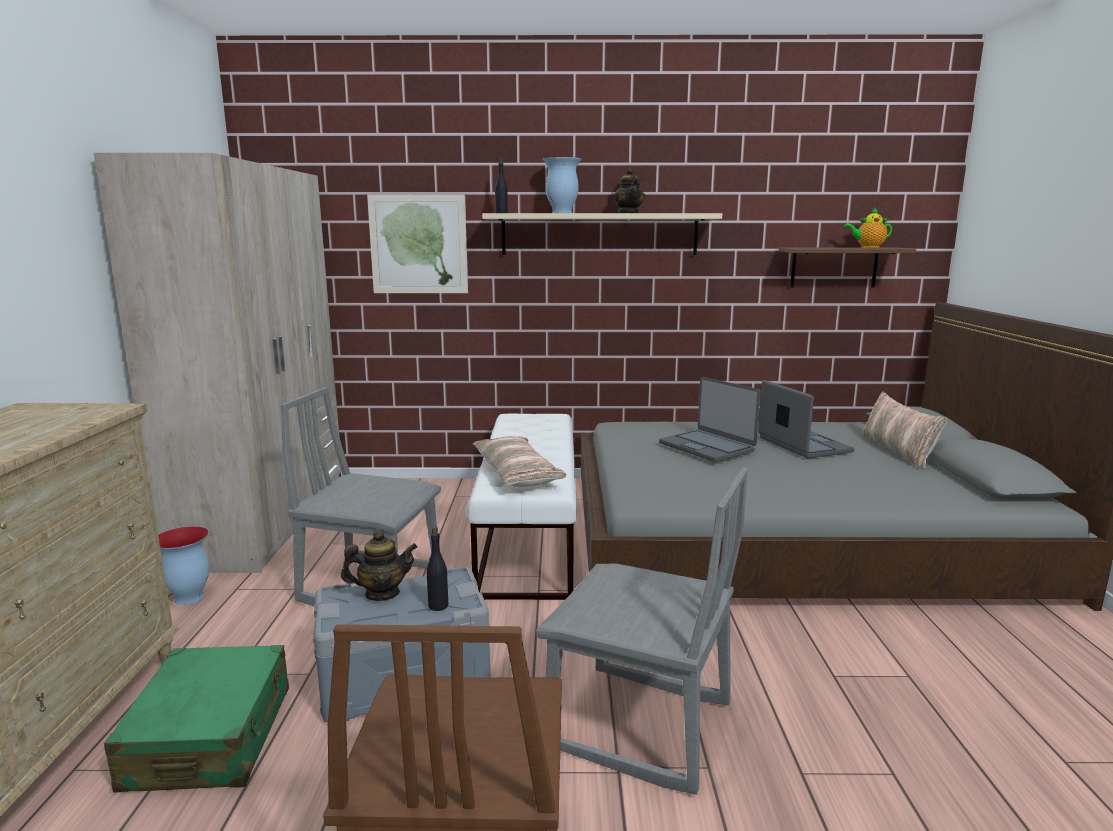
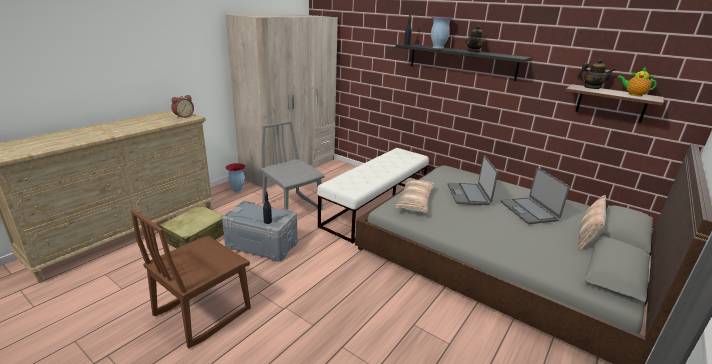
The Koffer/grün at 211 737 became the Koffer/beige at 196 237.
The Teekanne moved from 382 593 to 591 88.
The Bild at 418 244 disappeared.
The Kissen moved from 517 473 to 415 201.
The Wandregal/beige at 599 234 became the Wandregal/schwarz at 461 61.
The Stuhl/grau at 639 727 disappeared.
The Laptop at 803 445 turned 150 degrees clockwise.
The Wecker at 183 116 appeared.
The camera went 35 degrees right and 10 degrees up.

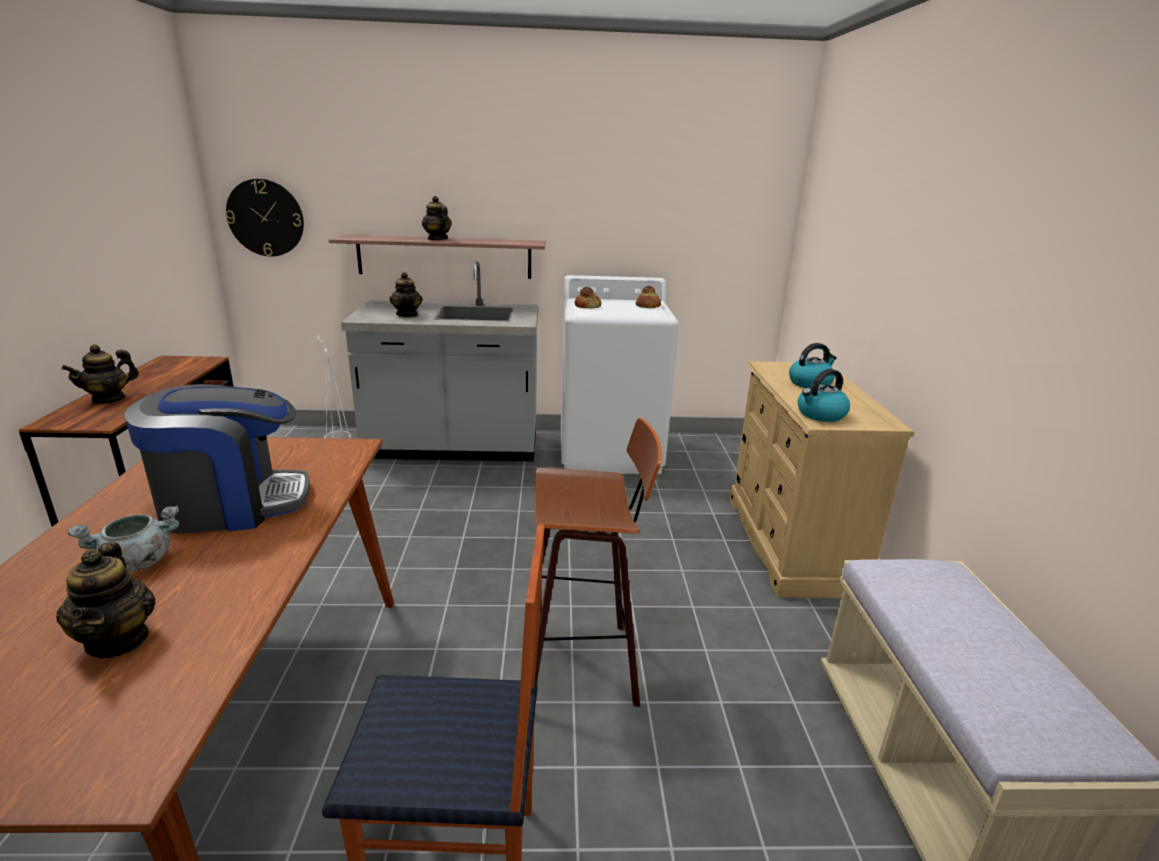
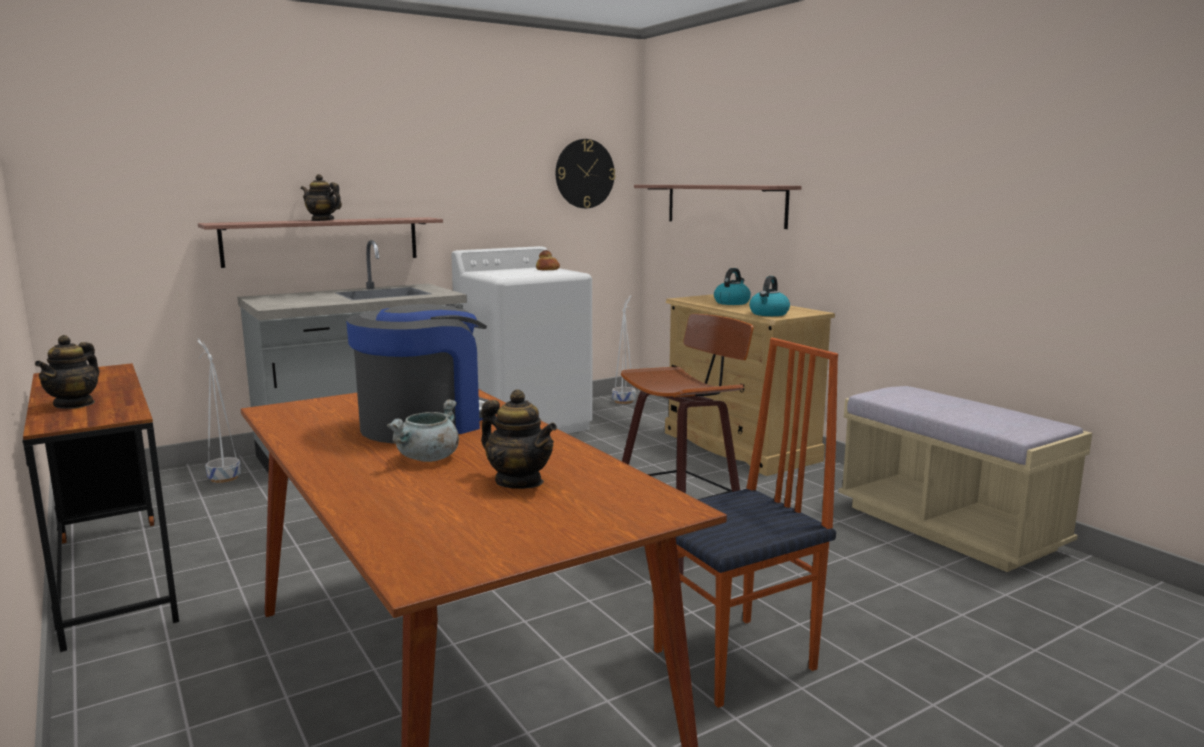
The Wanduhr moved from 265 218 to 584 173.
The Teekanne at 407 315 disappeared.
The Brot at 587 306 disappeared.
The Pflanzkübel/weiß at 624 401 appeared.
The Wandregal at 724 205 appeared.
The camera went 30 degrees left and 10 degrees down.

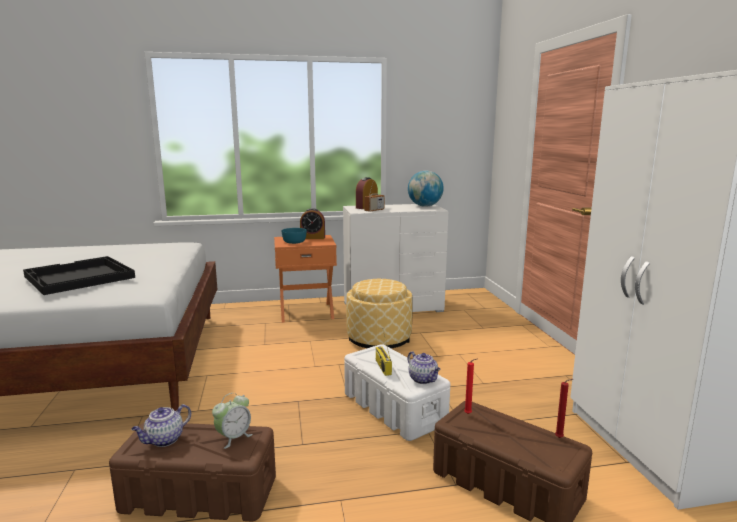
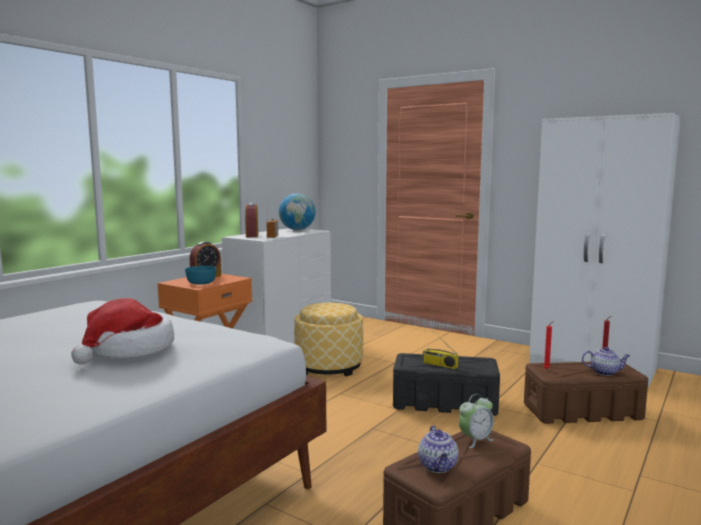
The Tablett/schwarz at 79 277 was replaced by the Hut at 129 350.
The Wecker at 234 437 turned 60 degrees clockwise.
The Aufbewahrungsbox/weiß at 394 408 became the Aufbewahrungsbox/schwarz at 445 403.
The Teekanne moved from 423 379 to 605 372.
The camera went 45 degrees left and 5 degrees down.

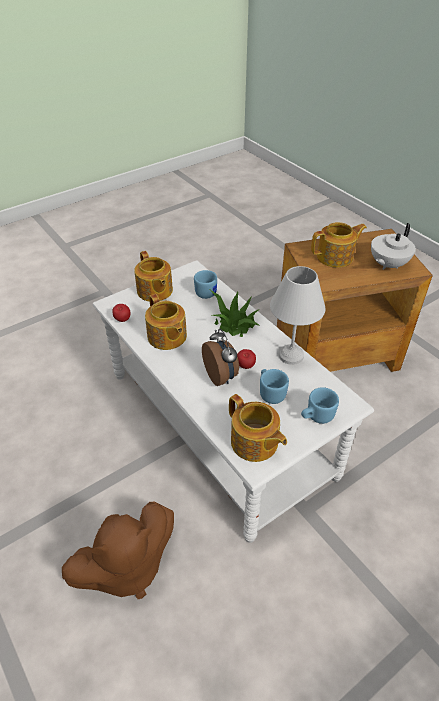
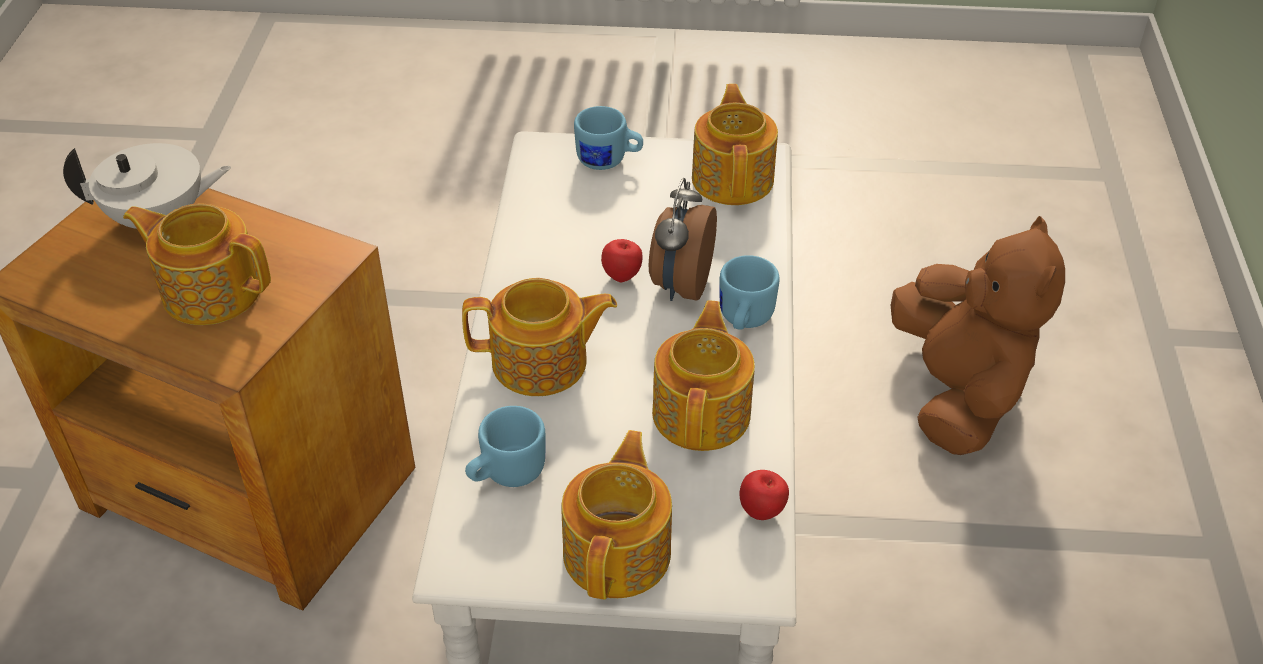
The Plüschtier/braun at 126 568 turned 75 degrees clockwise.
The Topfpflanze at 234 323 was replaced by the Teekanne at 542 363.
The Henkelbecher/blau moved from 271 393 to 743 320.
The Tischlampe/weiß at 289 355 disappeared.
The camera went 140 degrees left and 0 degrees up.

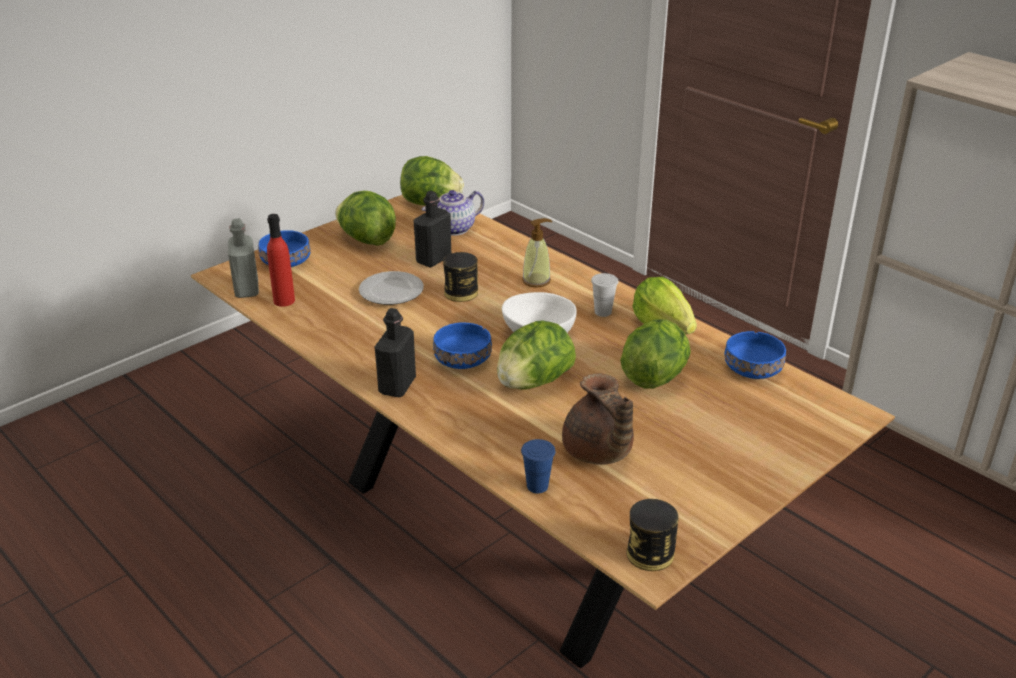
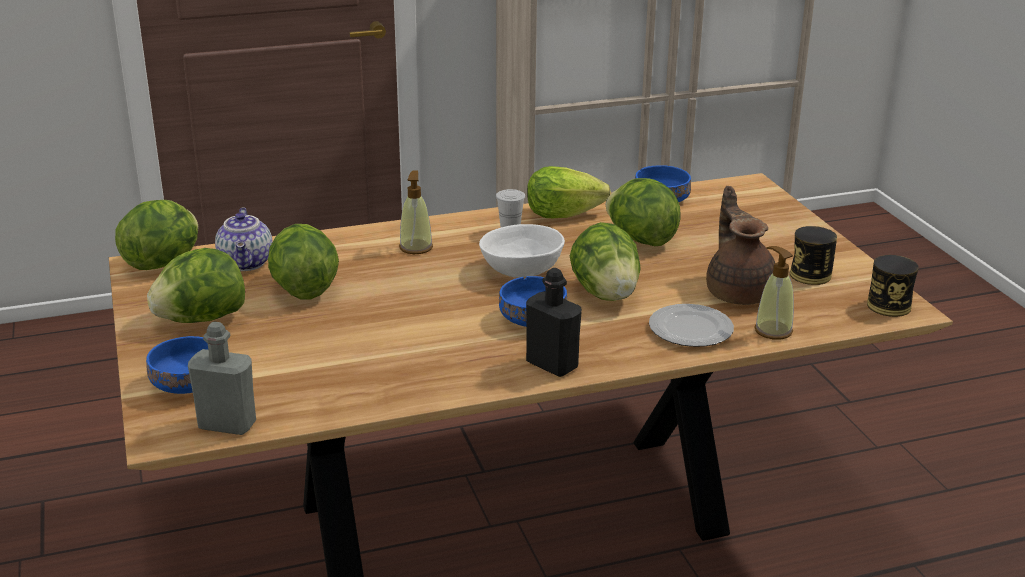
The Flasche/rot at 284 301 disappeared.
The Teller moved from 392 291 to 690 329.
The Flasche/schwarz at 433 259 was replaced by the Salatkopf at 303 289.
The Dose moved from 461 293 to 810 275.
The Tasse/blau at 537 486 was replaced by the Seifenspender at 773 330.
The Teekanne/braun at 598 452 turned 105 degrees counterclockwise.
The camera went 65 degrees left and 5 degrees down.

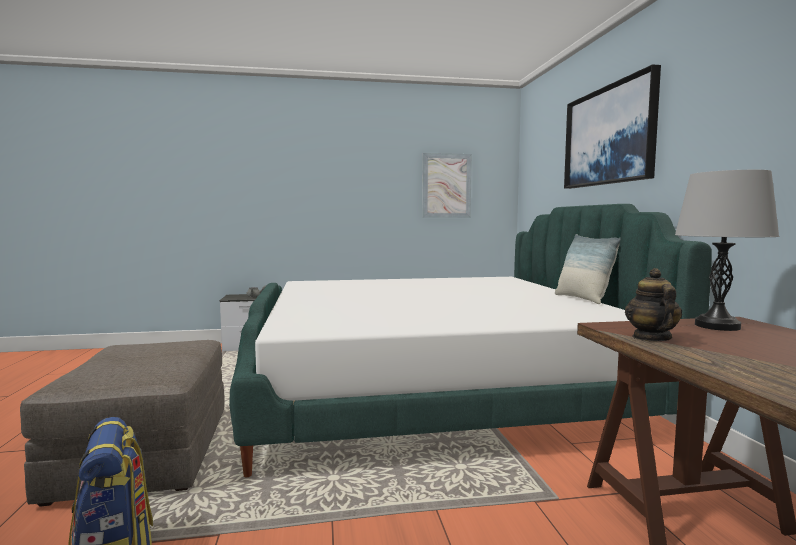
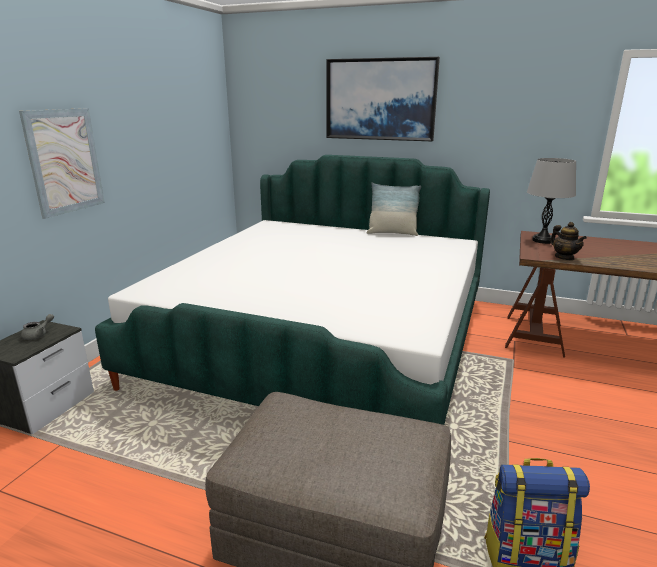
The Bild moved from 446 186 to 65 161.
The Teekanne at 651 338 turned 150 degrees counterclockwise.
The camera went 60 degrees left and 15 degrees up.

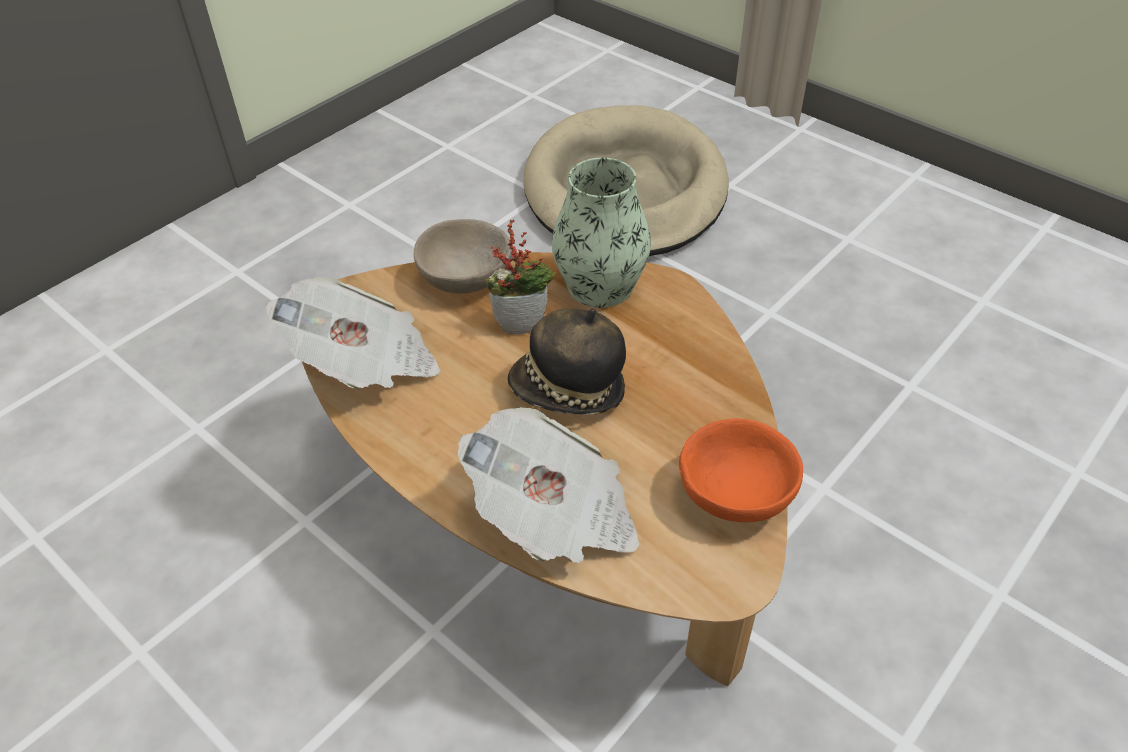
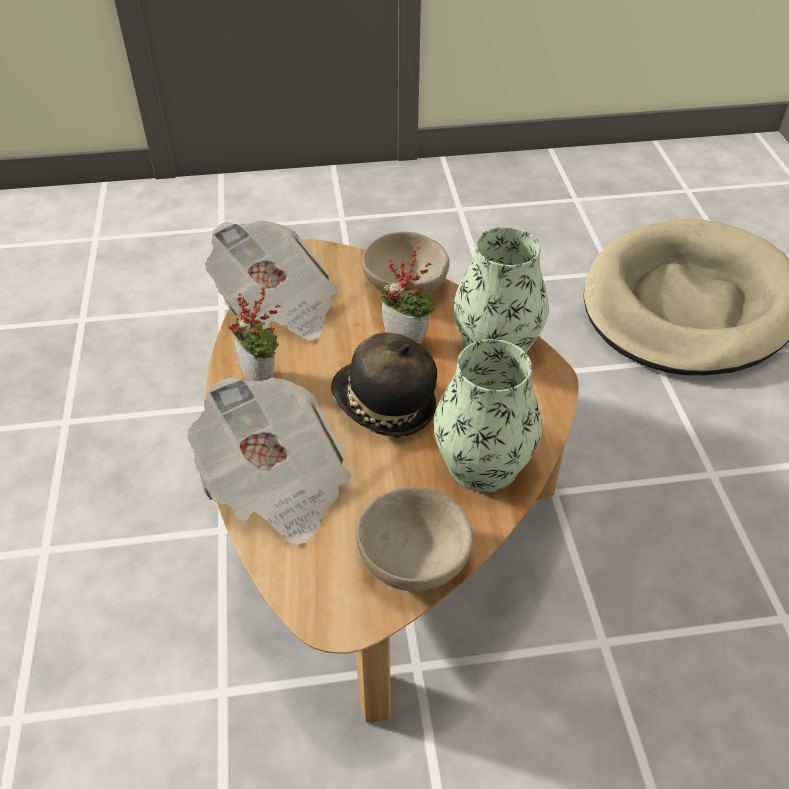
The Schüssel/orange at 736 494 became the Schüssel/beige at 414 560.
The Topfpflanze at 263 378 appeared.
The Vase at 482 464 appeared.
The camera went 40 degrees right and 0 degrees up.

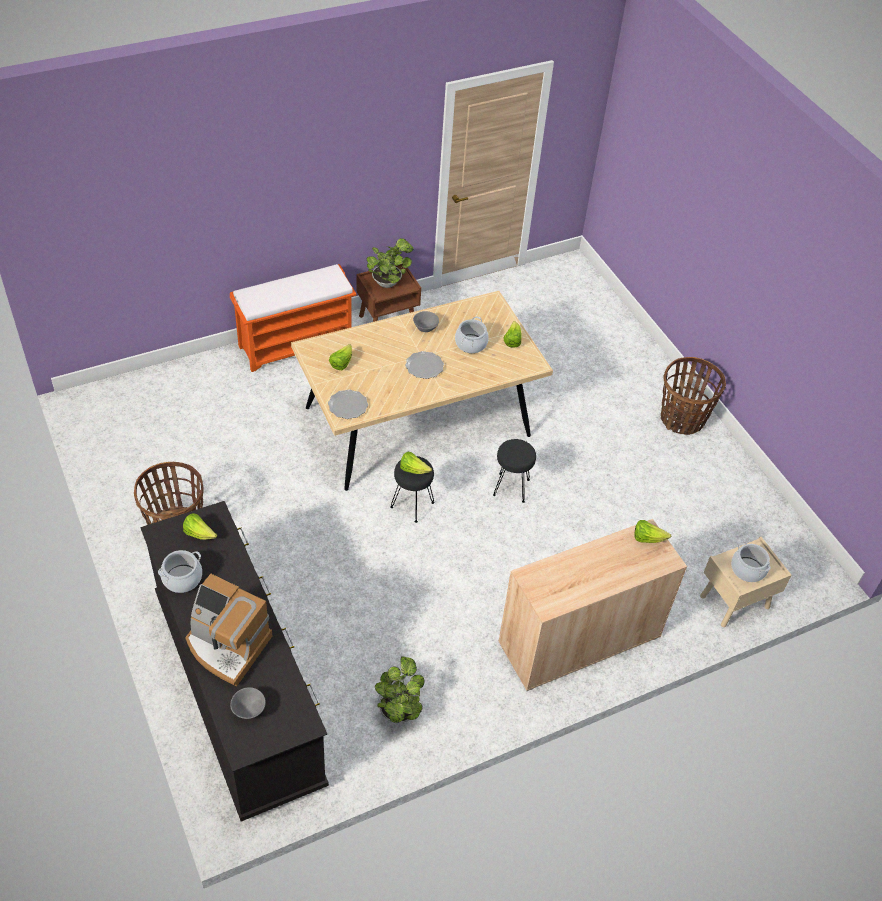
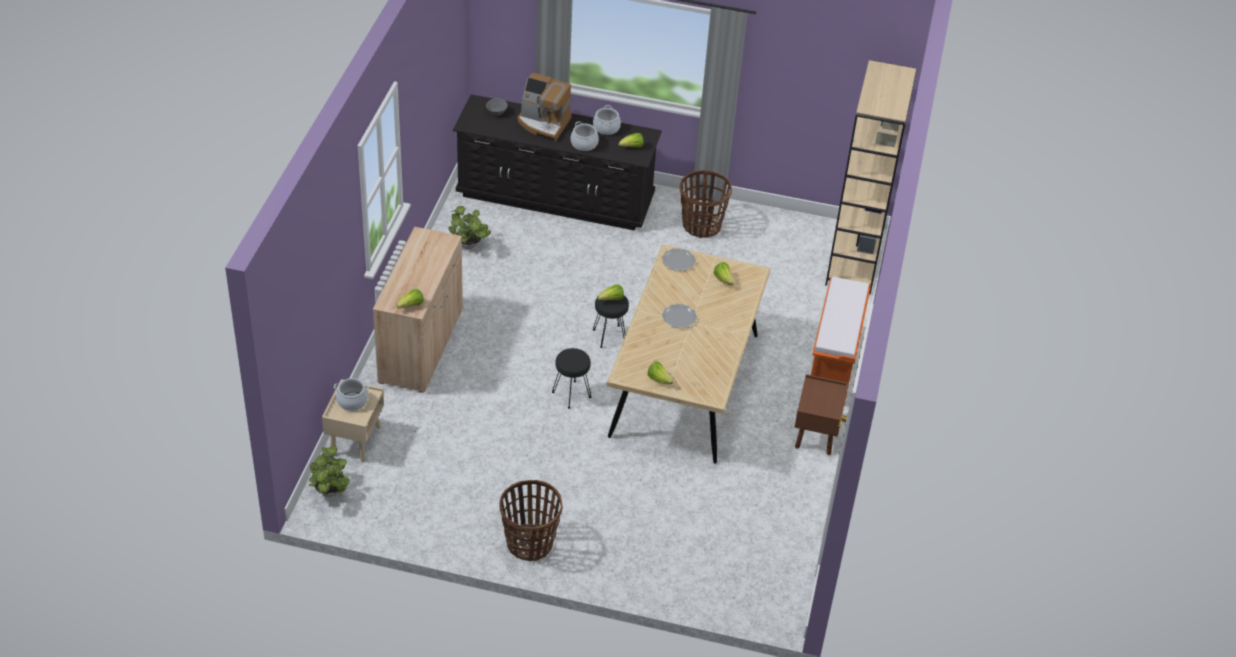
The Kaffeemaschine at 227 646 turned 135 degrees counterclockwise.
The Topfpflanze moved from 388 282 to 330 492.
The Schüssel/grau at 425 329 disappeared.
The Kochtopf moved from 470 344 to 584 144.
The Bücherregal/beige at 854 261 appeared.
The camera went 130 degrees right and 5 degrees down.

